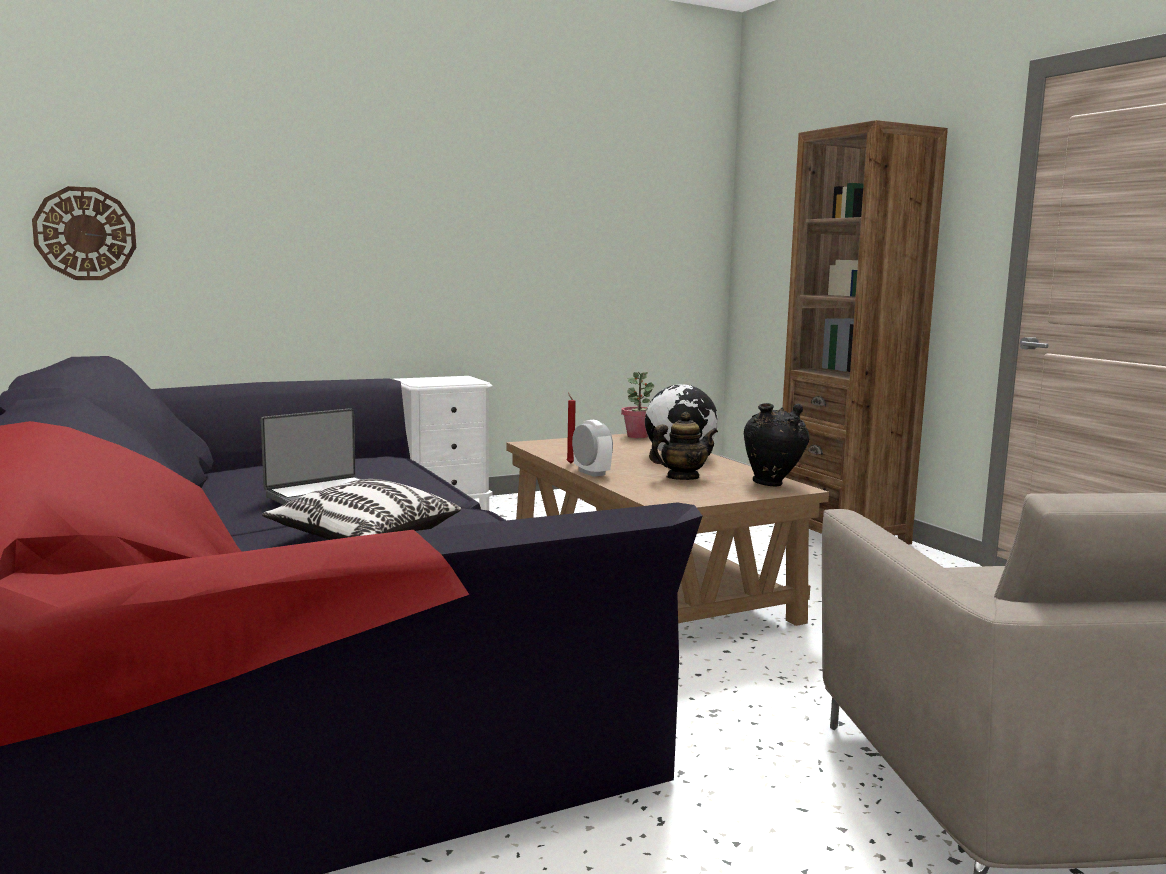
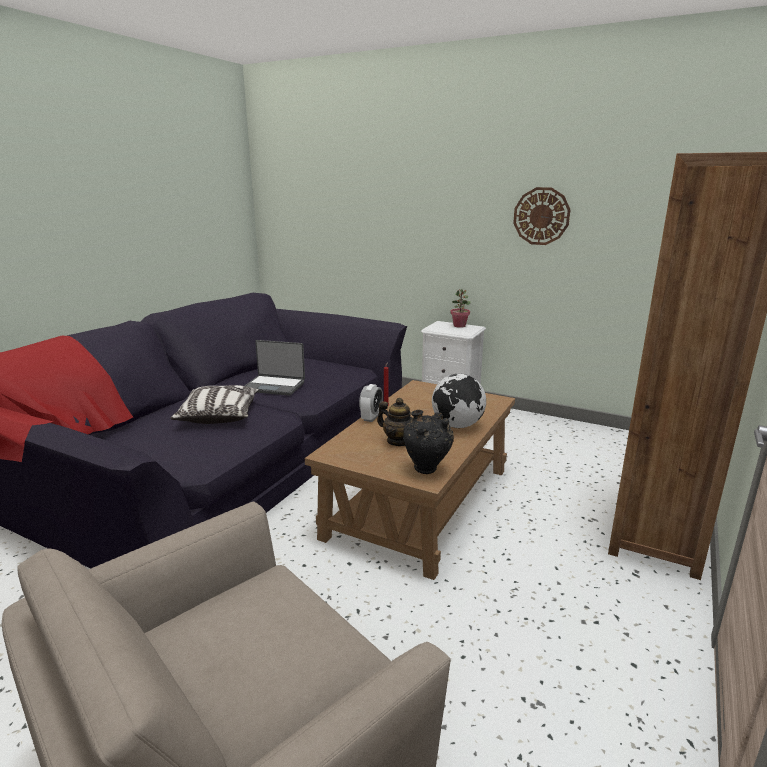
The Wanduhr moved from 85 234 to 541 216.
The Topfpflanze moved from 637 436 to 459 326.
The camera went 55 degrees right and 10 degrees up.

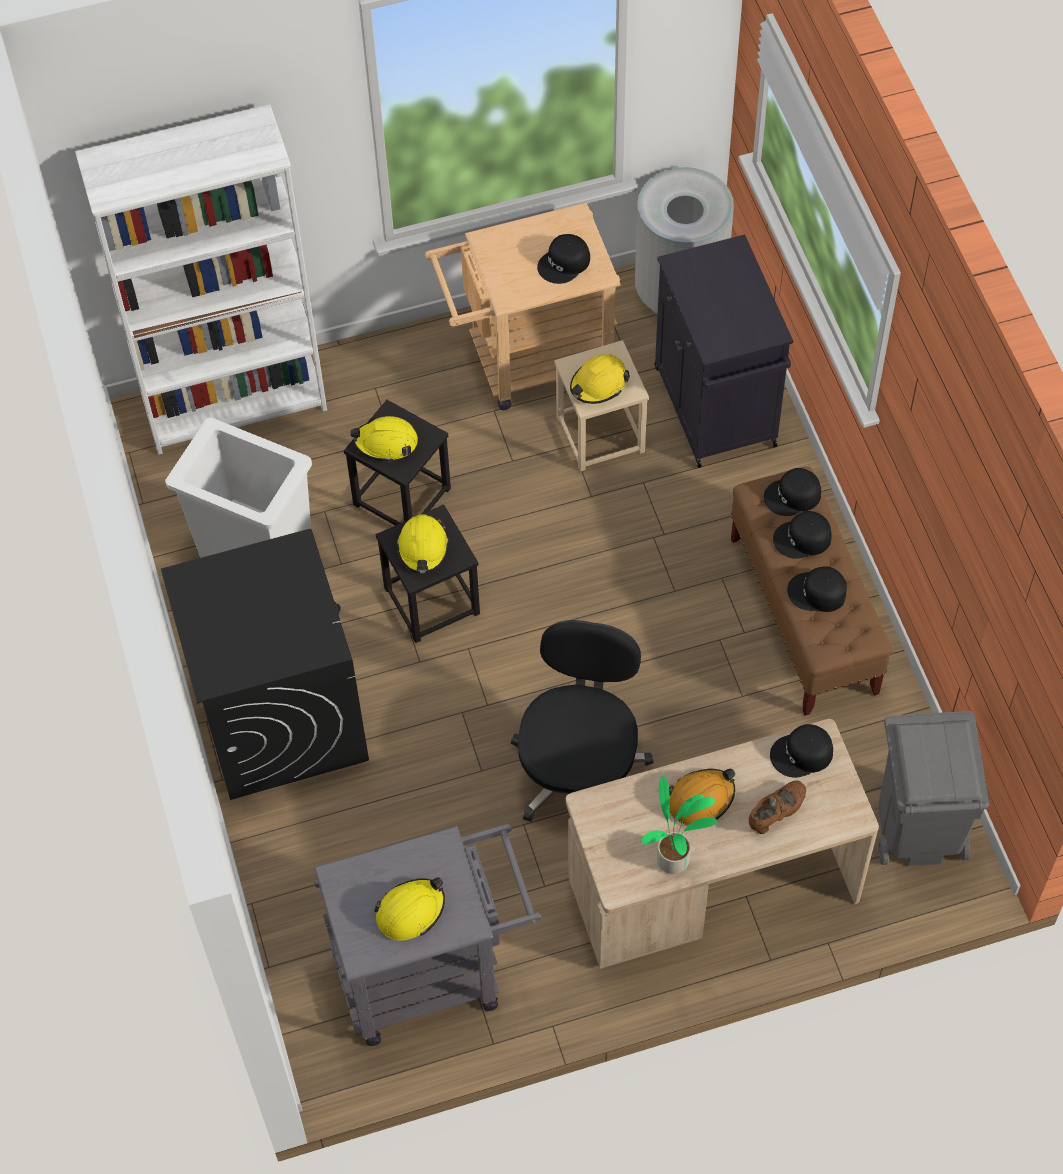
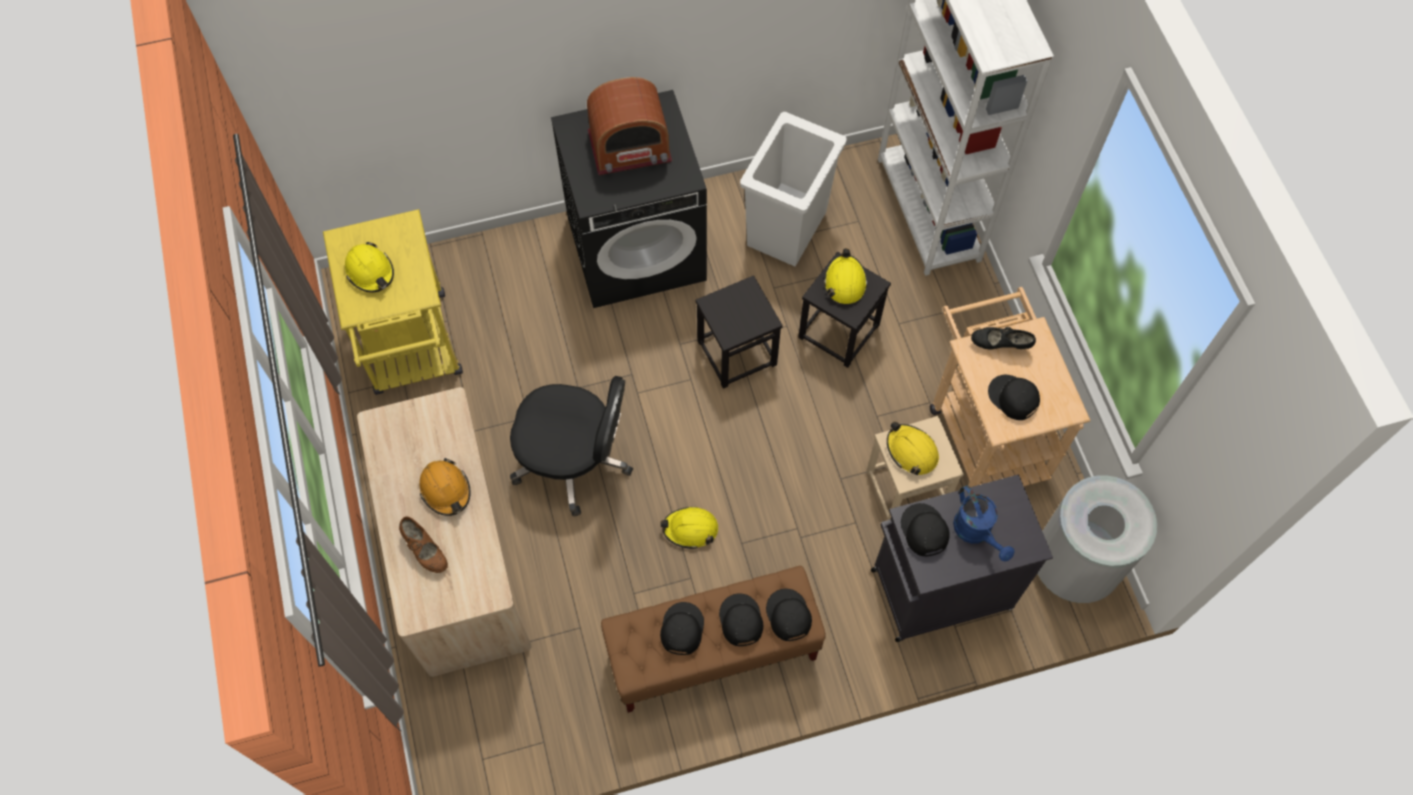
The Rollwagen/grau at 432 970 became the Rollwagen/gelb at 413 352.
The Schutzhelm/gelb moved from 423 548 to 690 529.
The Topfpflanze at 675 861 disappeared.
The Kappe/schwarz moved from 802 754 to 923 531.
The Mülleimer/grau at 917 828 disappeared.
The Radio at 630 147 appeared.
The Gießkanne/blau at 976 532 appeared.
The Schuh/schwarz at 1000 345 appeared.
The camera went 90 degrees right and 5 degrees up.

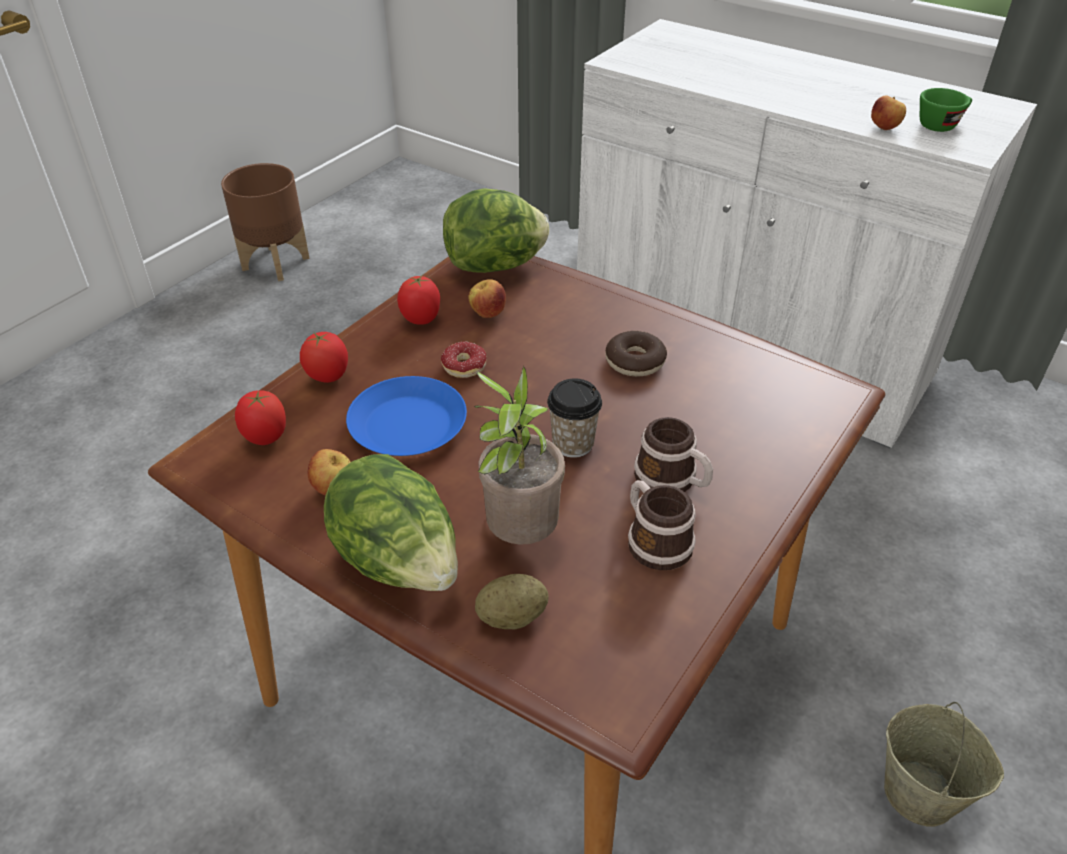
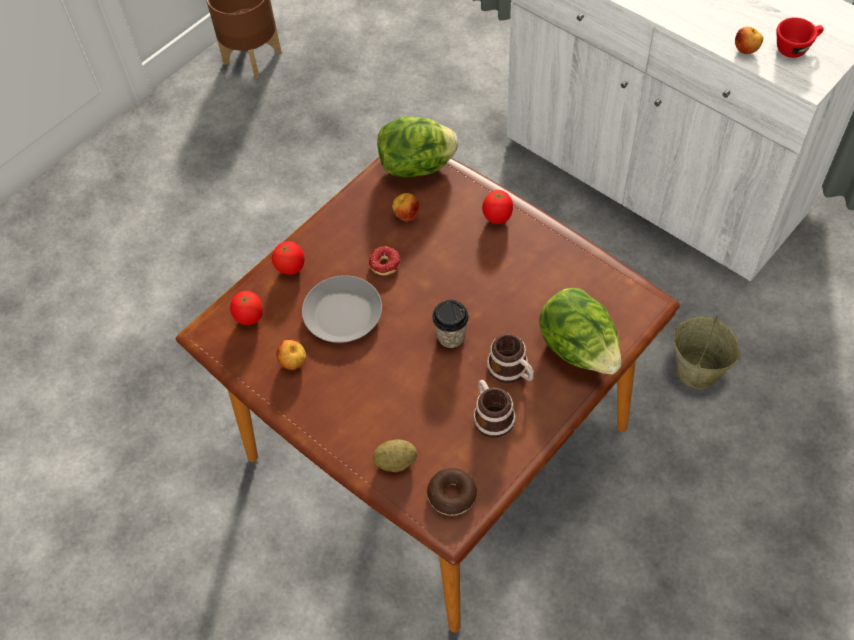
The Salatkopf moved from 399 562 to 579 349.
The Teller/blau at 409 425 became the Teller/grau at 344 313.
The Tomate moved from 421 320 to 497 218.
The Topfpflanze at 519 535 disappeared.
The Donut moved from 635 362 to 452 495.
The Eimer/beige moved from 920 794 to 698 371.
The Tasse/grün at 941 124 became the Tasse/rot at 795 47.
The camera went 10 degrees right and 15 degrees up.

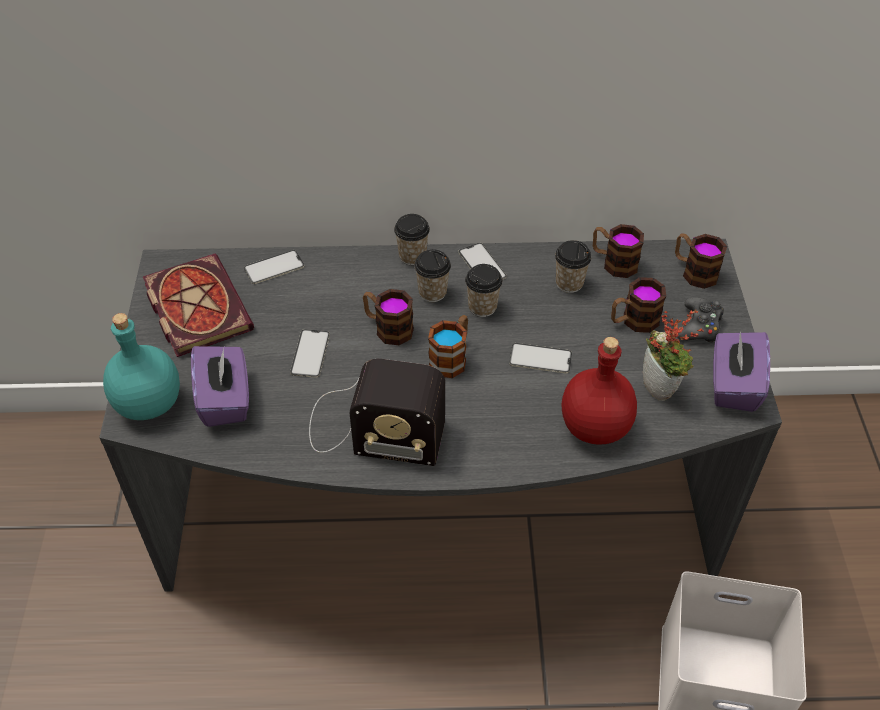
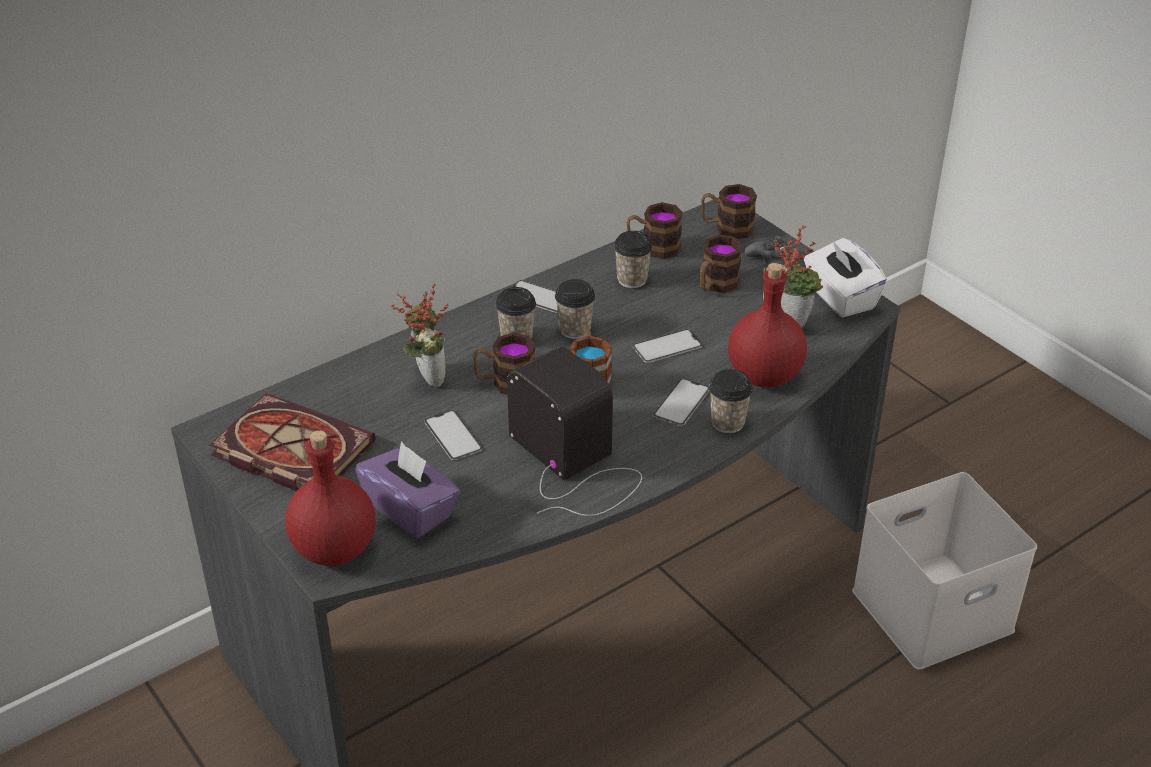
The Flasche/türkis at 149 402 became the Flasche/rot at 333 548.
The Handy moved from 274 267 to 681 402.
The Radio at 371 428 turned 105 degrees counterclockwise.
The Tasse moved from 412 256 to 727 422.
The Taschentuchbox/lila at 733 386 became the Taschentuchbox/weiß at 840 297.
The Topfpflanze at 426 377 appeared.
The camera went 35 degrees left and 10 degrees down.

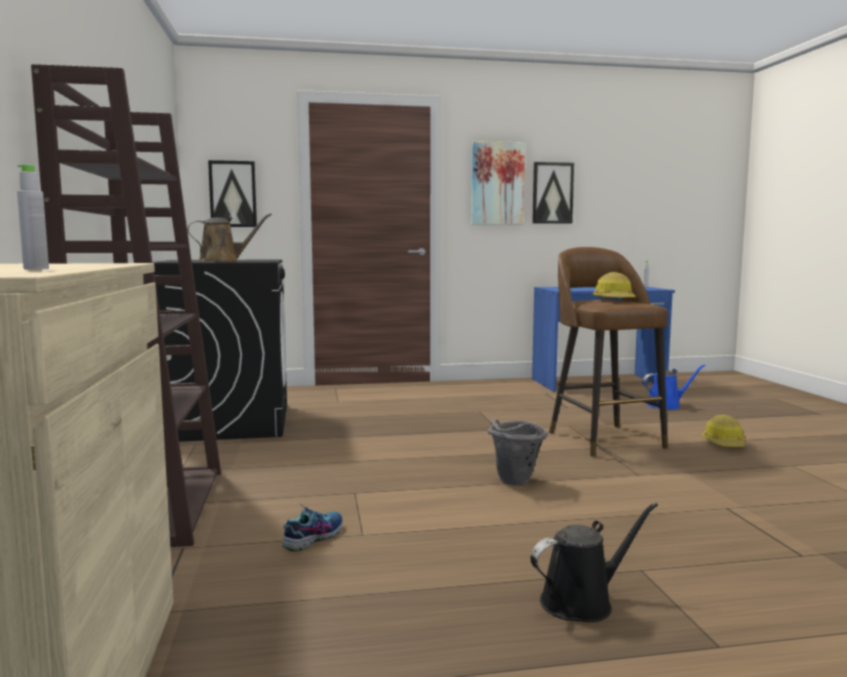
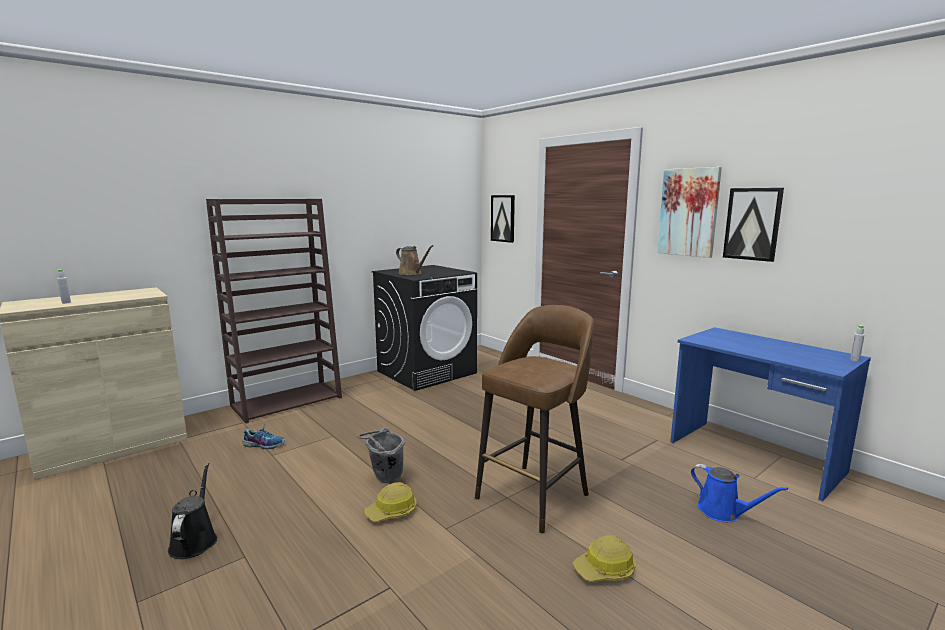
The Gießkanne/schwarz at 582 602 turned 135 degrees counterclockwise.
The Schutzhelm moved from 615 300 to 392 512.
The camera went 60 degrees right and 5 degrees up.

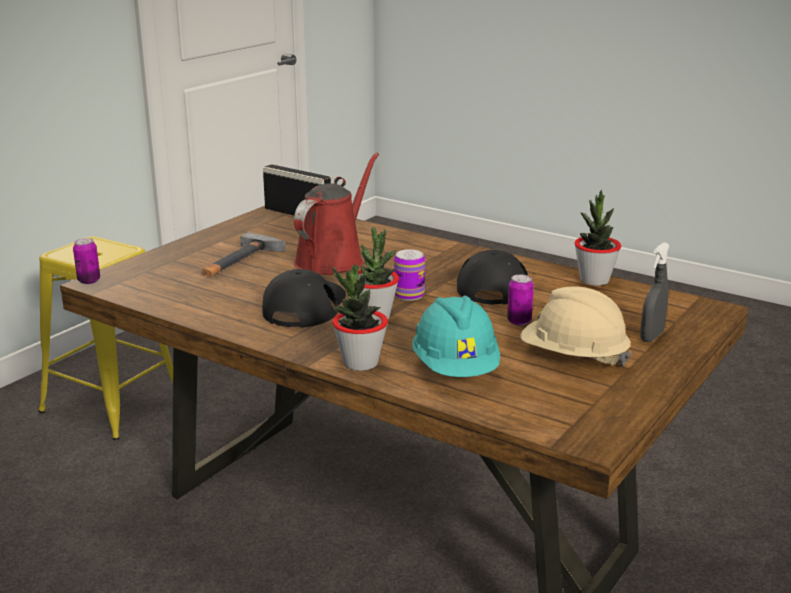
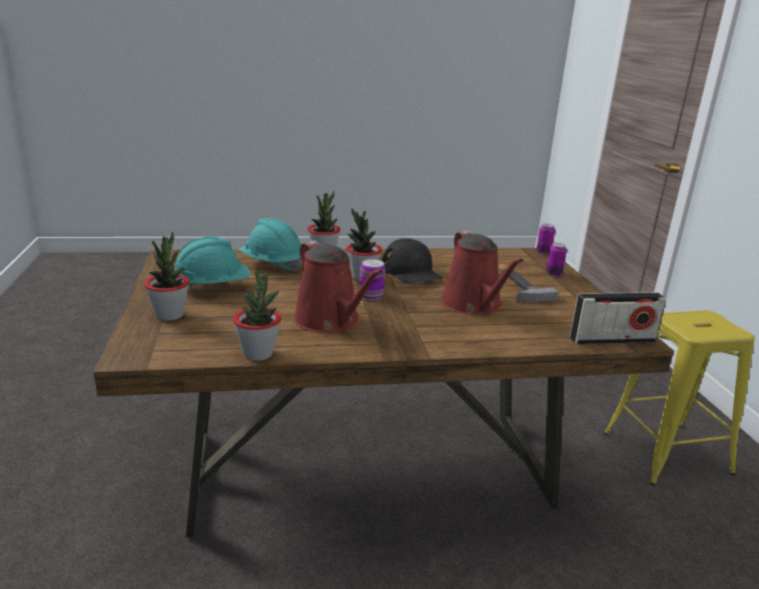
The Kappe/schwarz at 493 285 was replaced by the Gießkanne/rot at 330 321.
The Dose moved from 519 321 to 553 274.
The Schutzhelm/beige at 573 358 became the Schutzhelm/türkis at 212 287.
The Sprühflasche/grau at 651 337 was replaced by the Topfpflanze at 169 315.
The camera went 135 degrees right and 0 degrees up.

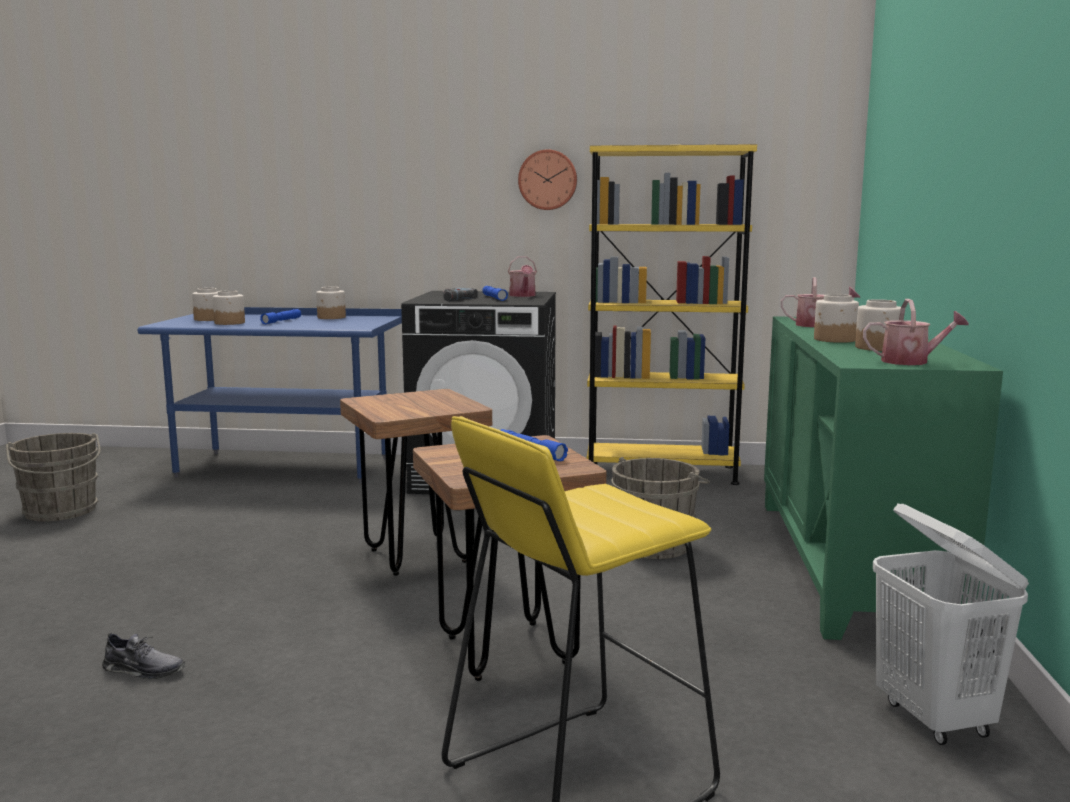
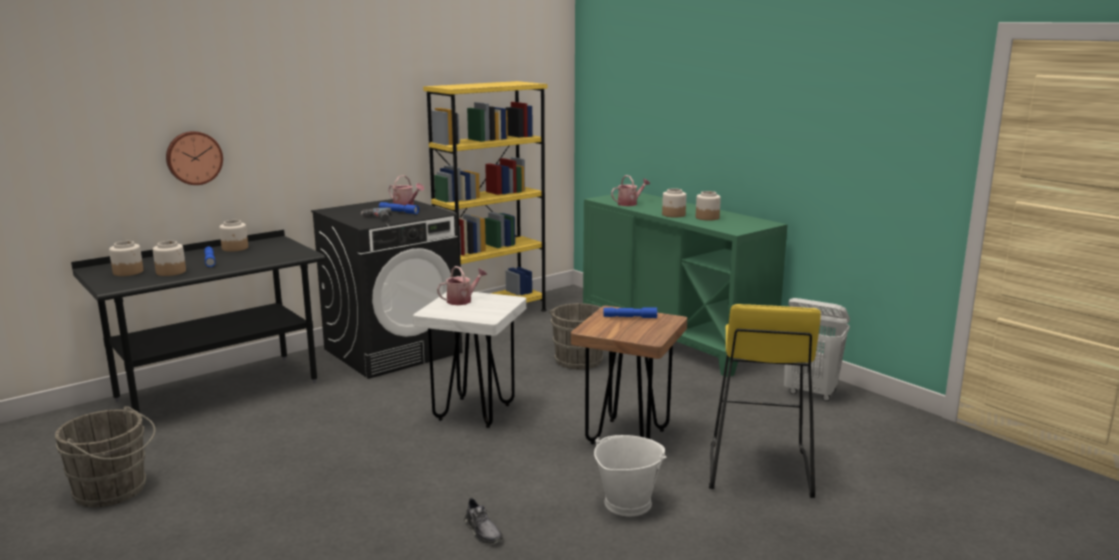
The Schuh/grau at 143 670 turned 90 degrees clockwise.
The Schreibtisch/blau at 284 467 became the Schreibtisch/schwarz at 218 391.
The Hocker/braun at 418 556 became the Hocker/weiß at 474 412.
The Wanduhr moved from 548 180 to 193 157.
The Gießkanne moved from 911 361 to 462 300.
The Eimer/weiß at 627 503 appeared.
The camera went 45 degrees left and 5 degrees up.

